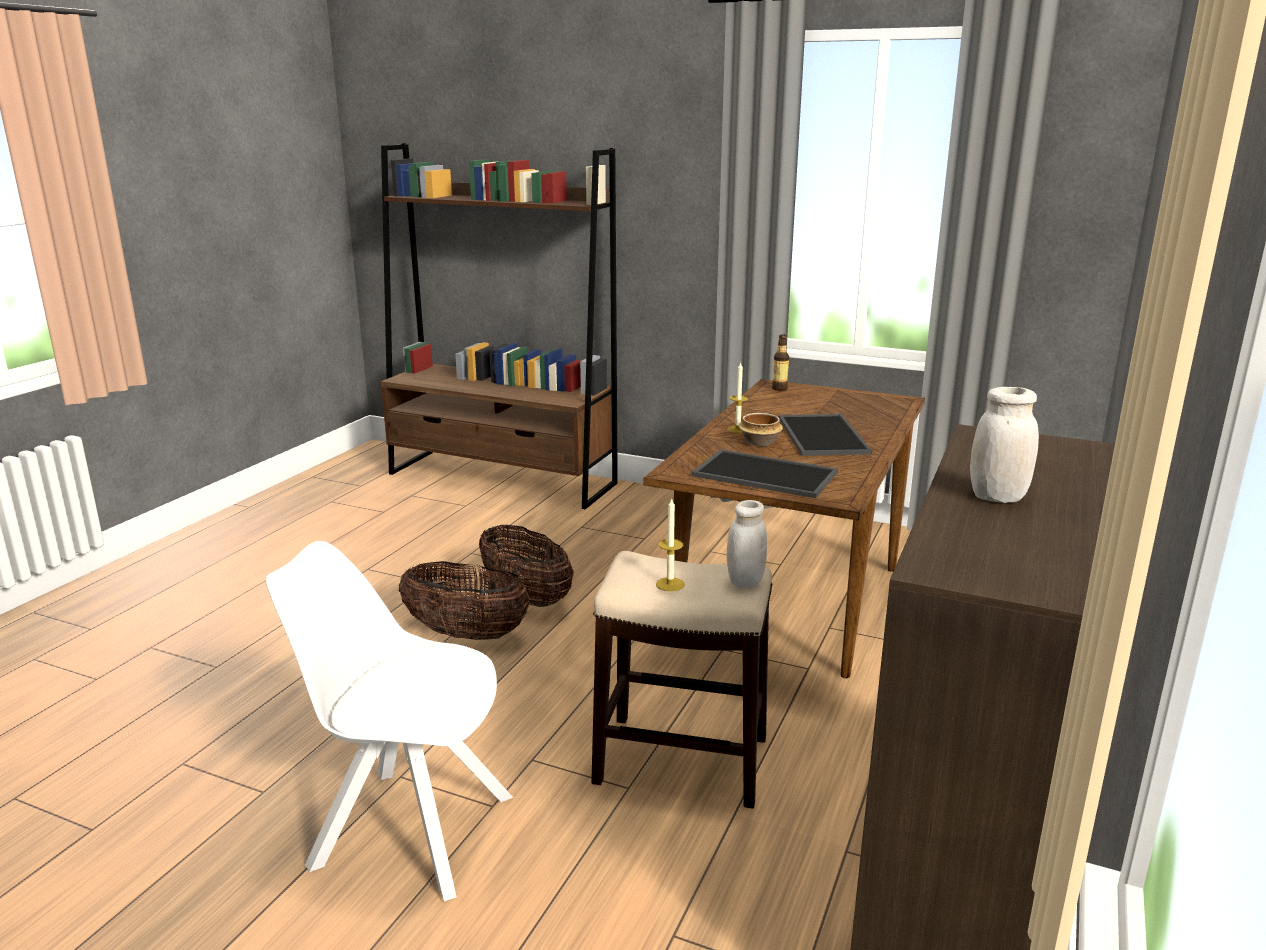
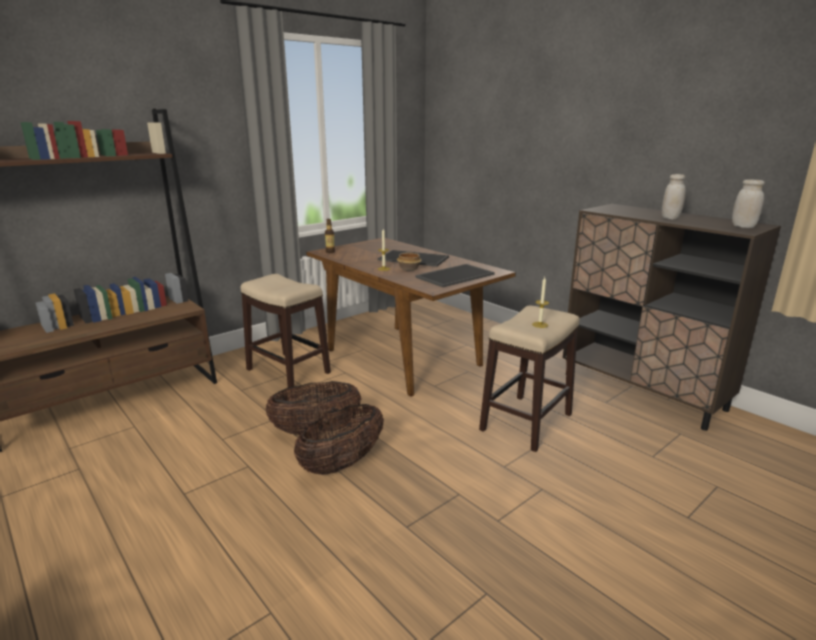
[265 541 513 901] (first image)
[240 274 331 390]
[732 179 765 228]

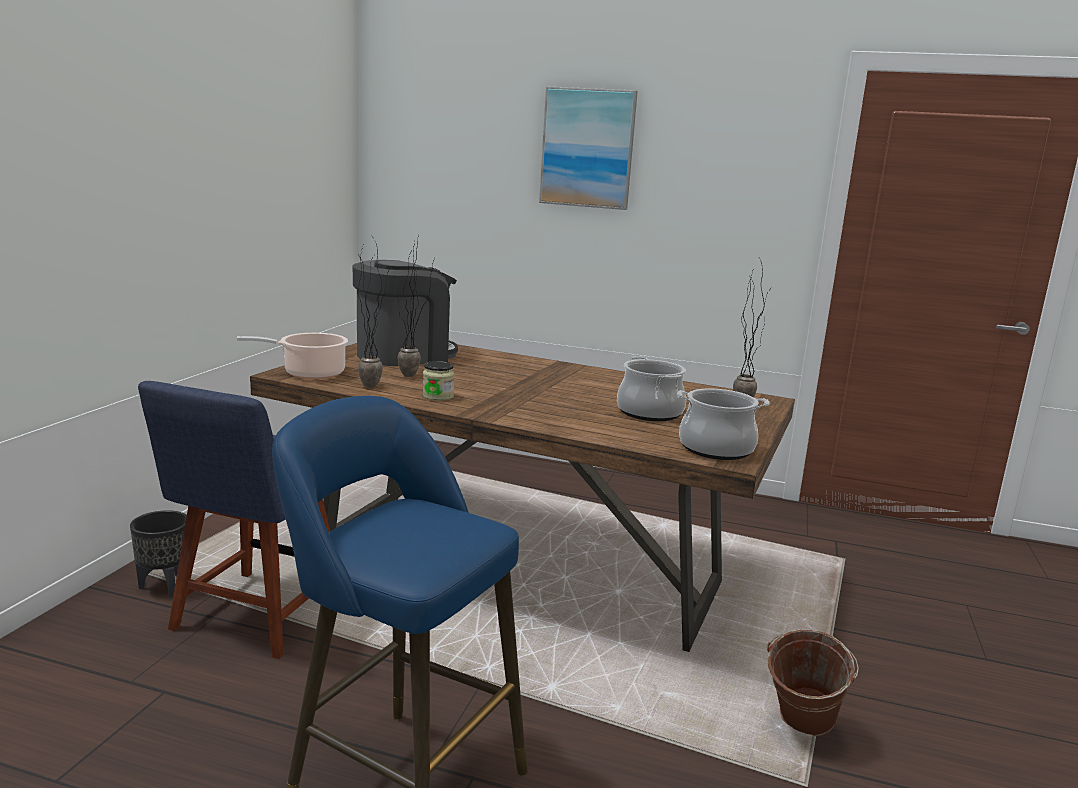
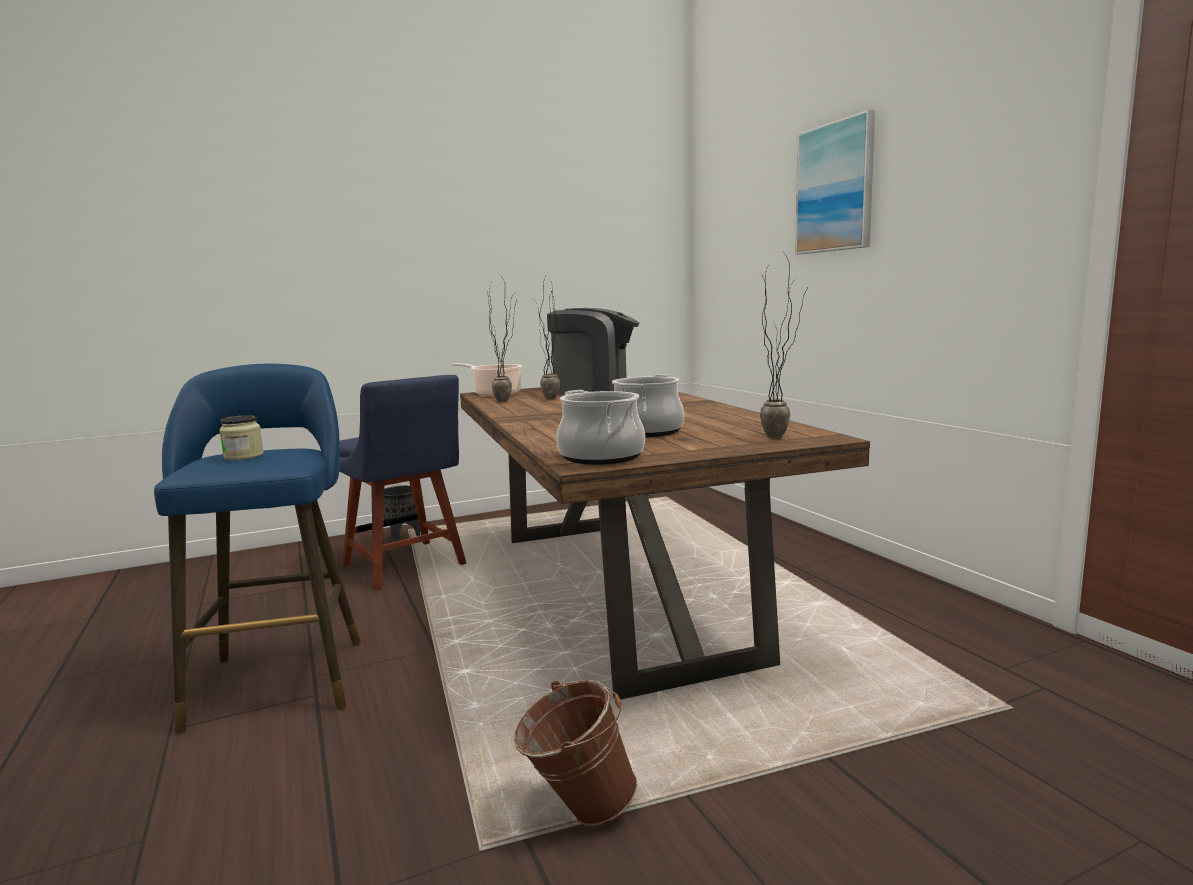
[219 415 264 460]
[339 375 467 591]

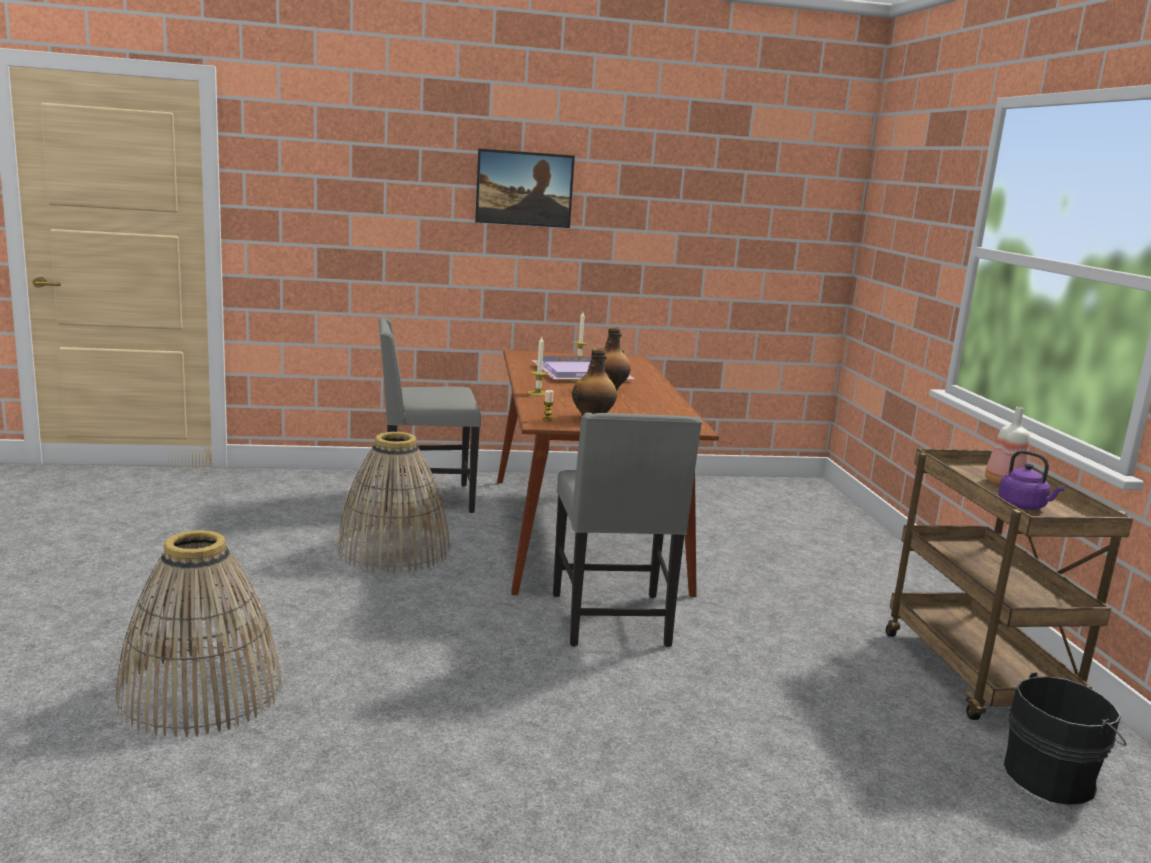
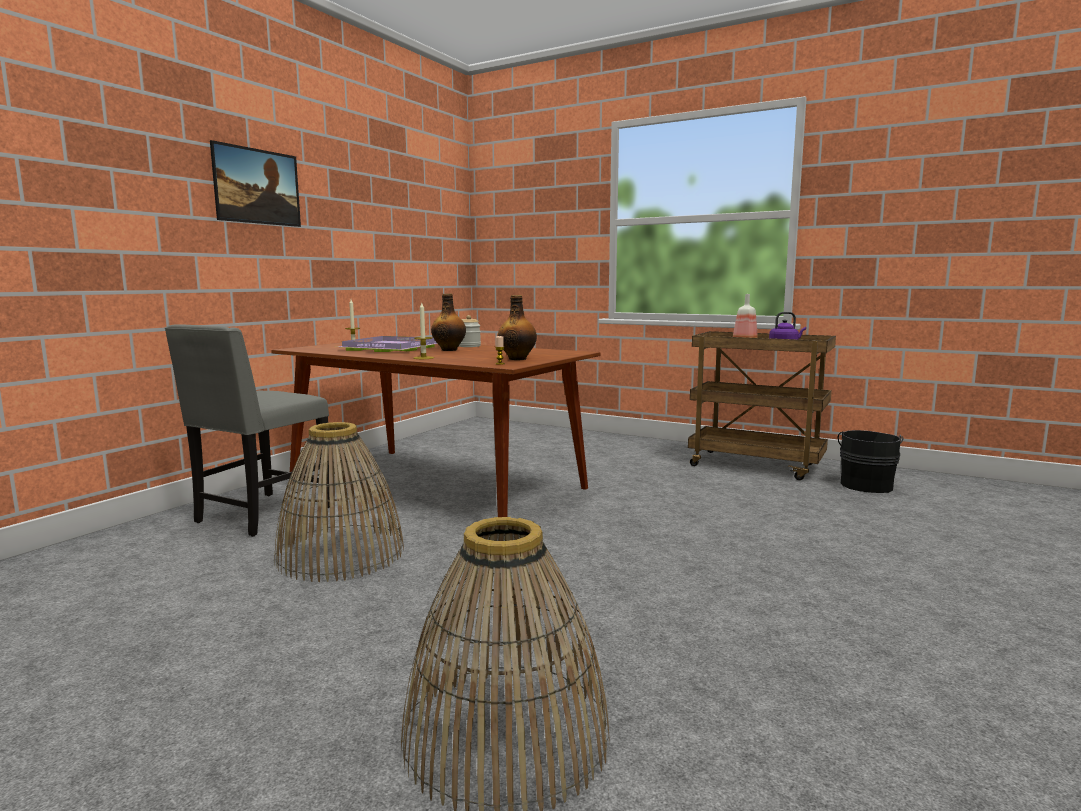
[553 412 702 647] (first image)
[459 315 481 347]

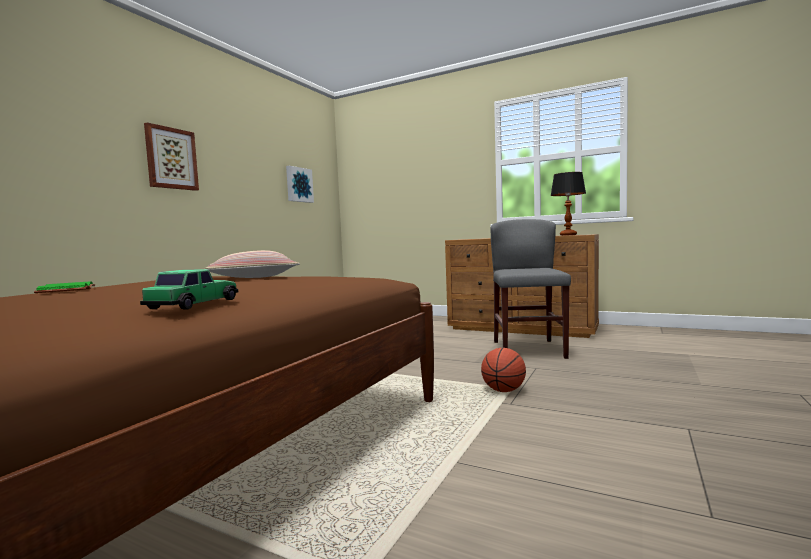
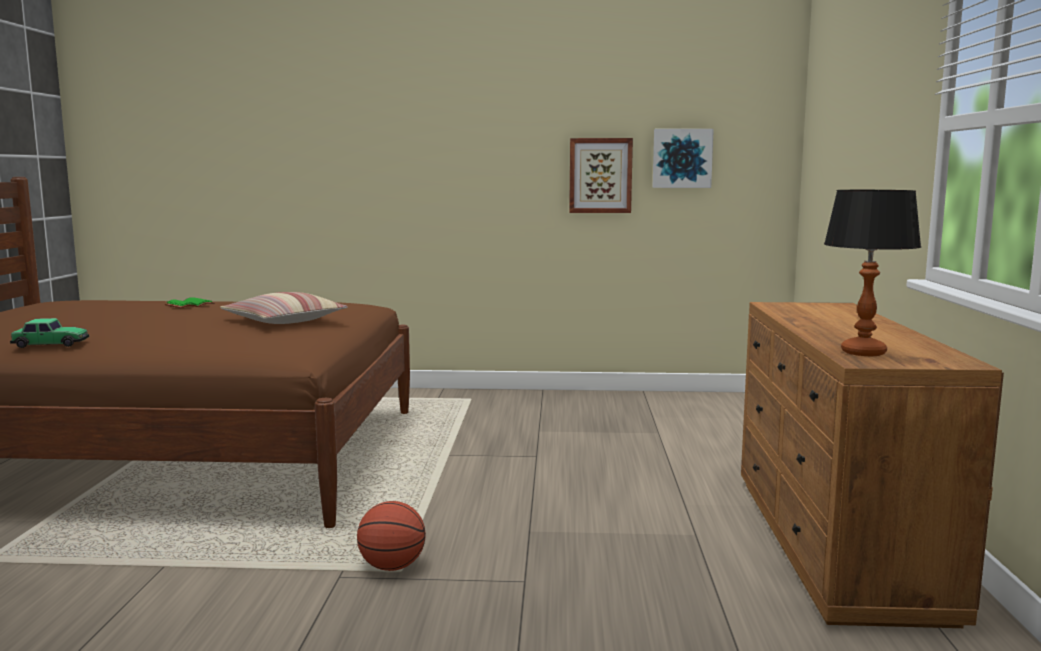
[491 219 571 359] (first image)
[569 138 633 213]

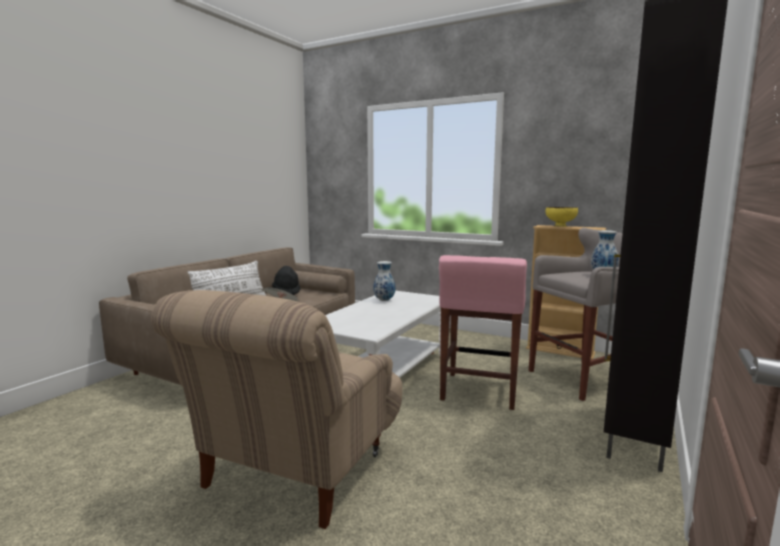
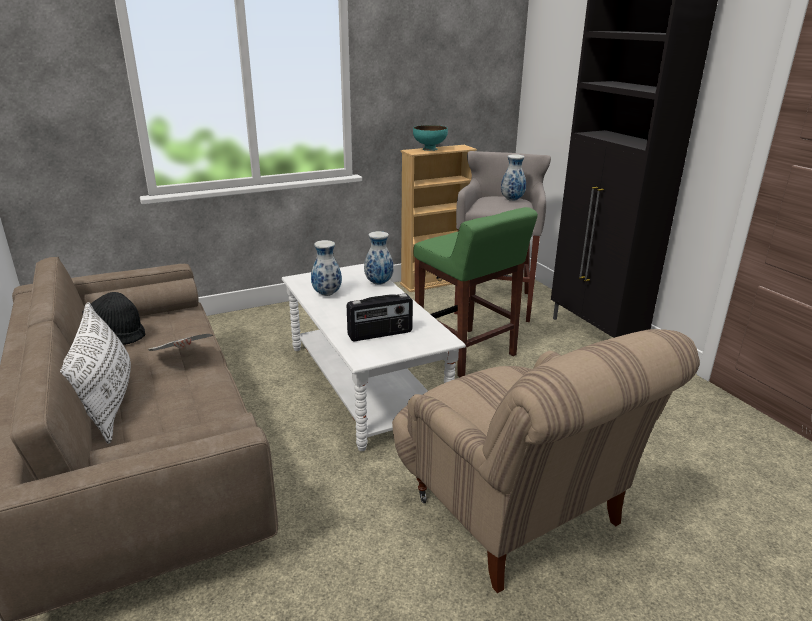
[347 293 413 341]
[364 231 394 285]
[414 207 538 377]
[413 125 448 151]

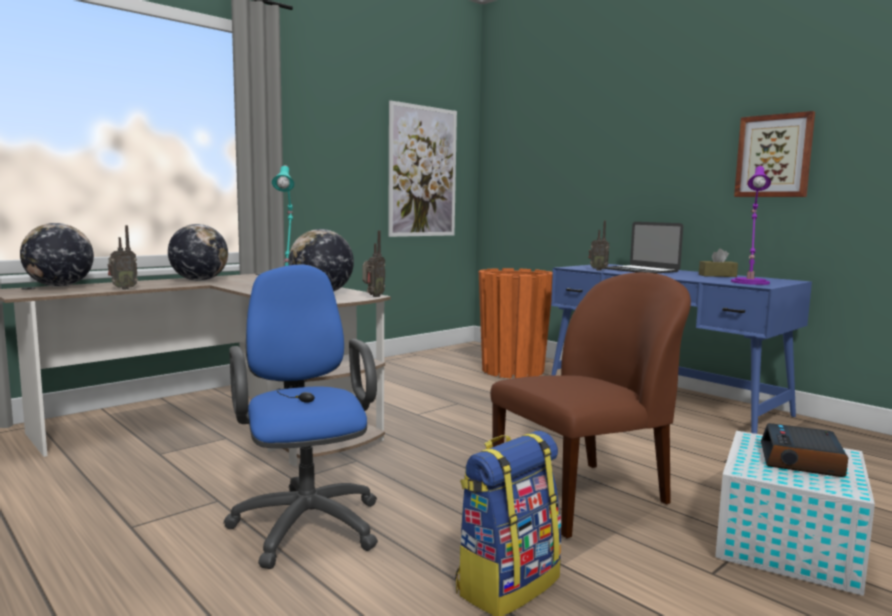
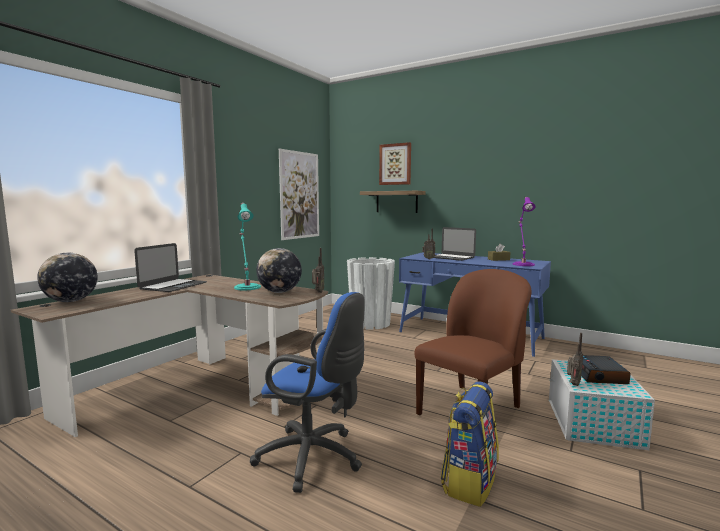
[360 191 426 213]
[567 333 583 386]
[379 142 411 185]
[134 243 207 292]
[347 257 395 330]
[250 292 365 493]

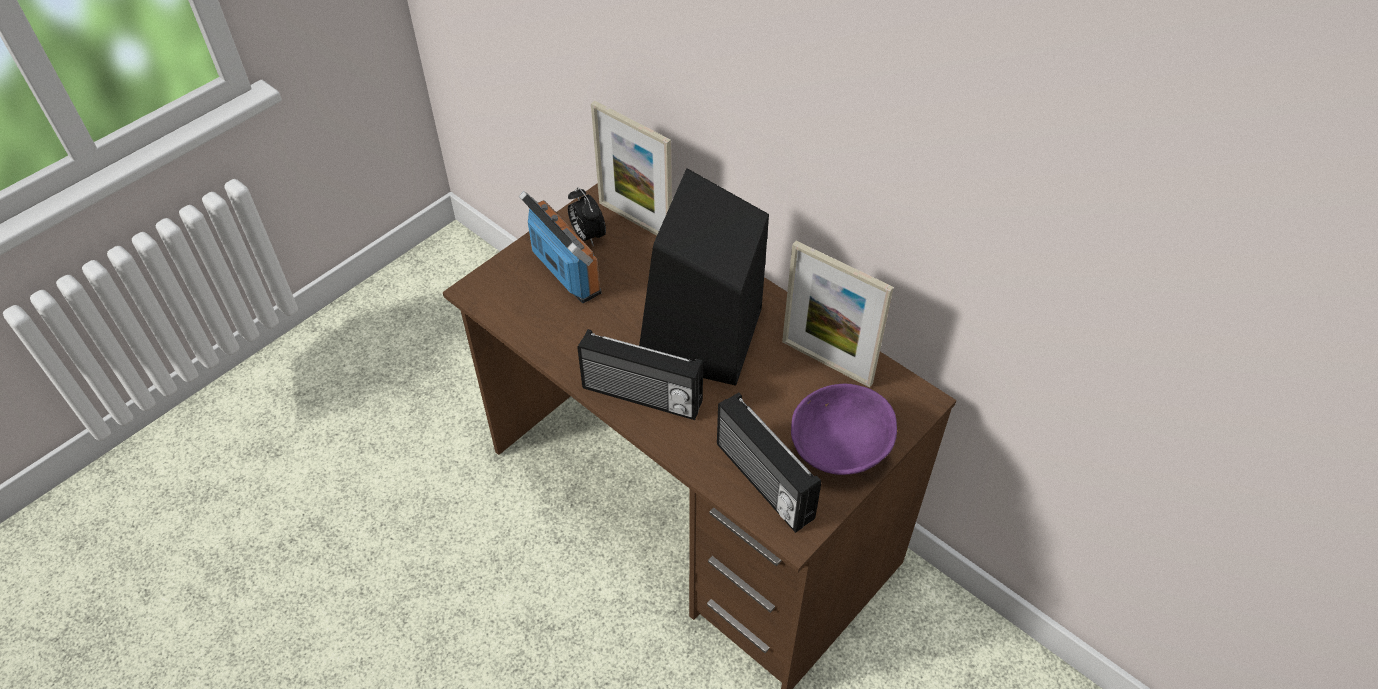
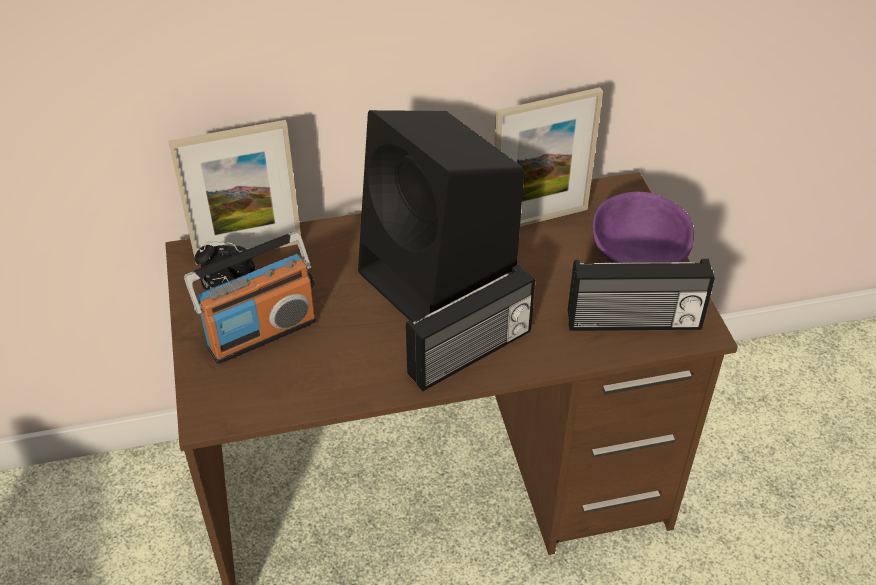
[184 232 317 364]

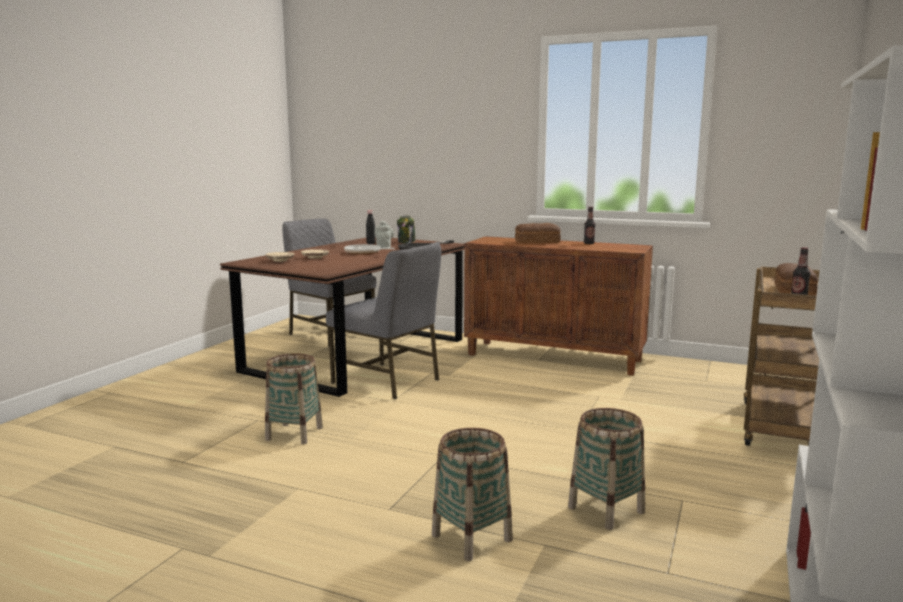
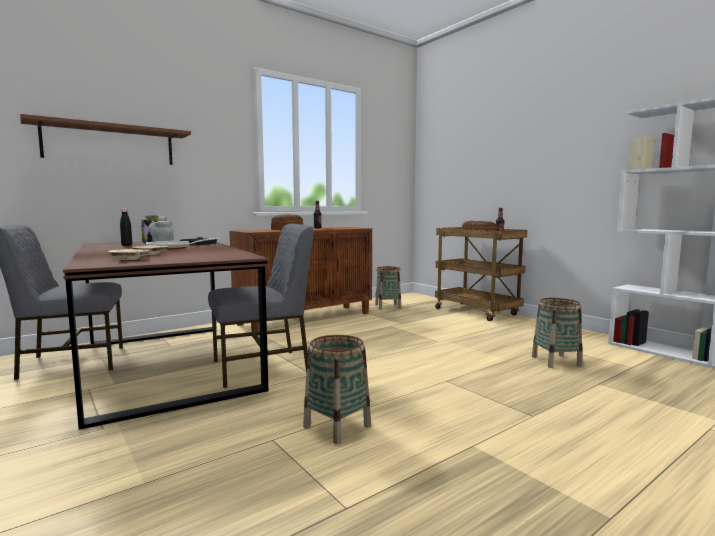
[20 114 191 165]
[375 266 401 310]

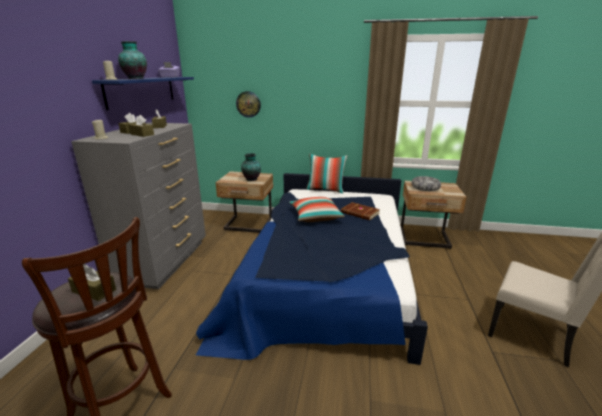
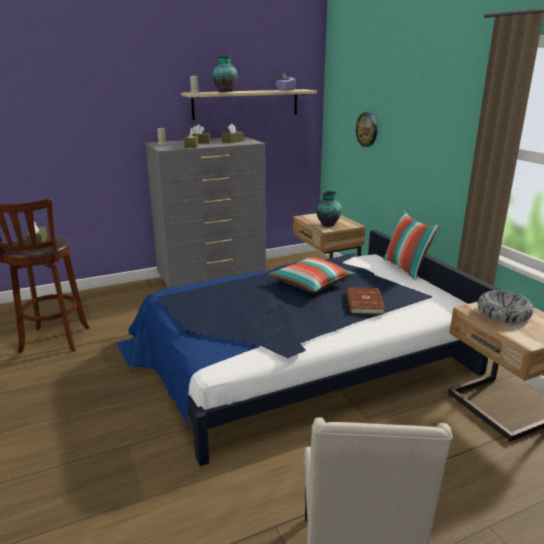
[181 89 317 120]

